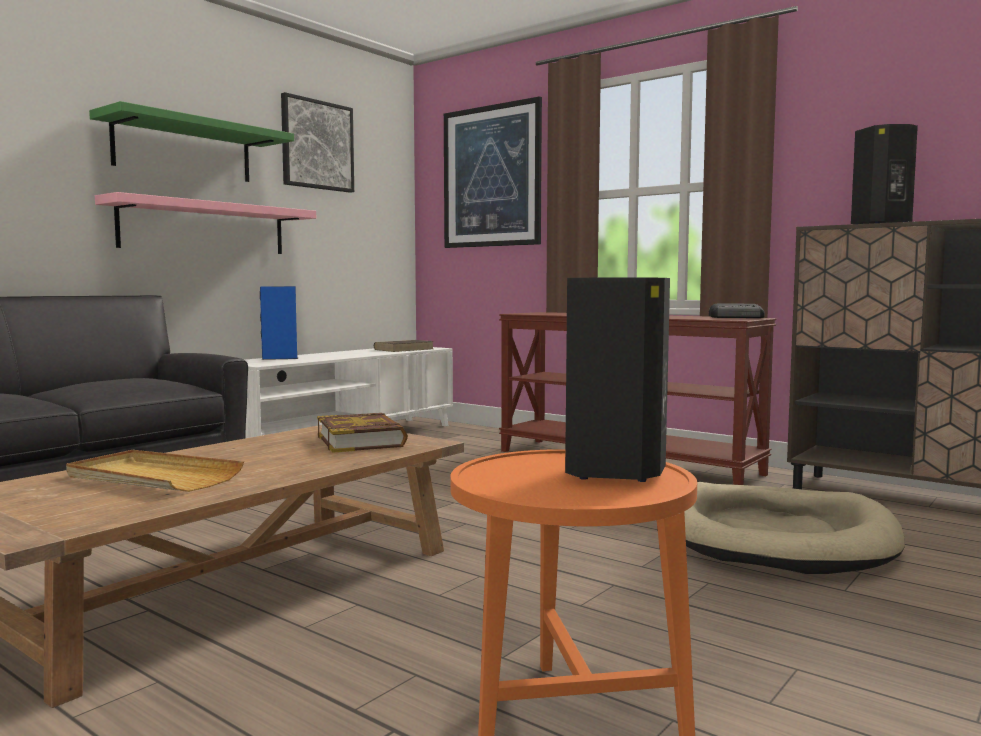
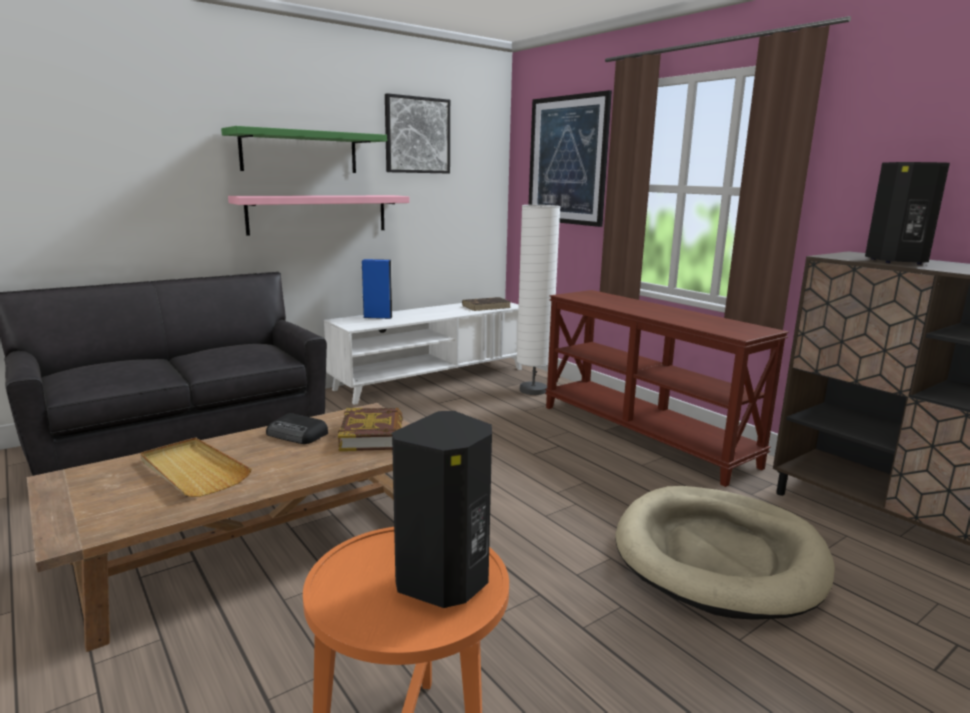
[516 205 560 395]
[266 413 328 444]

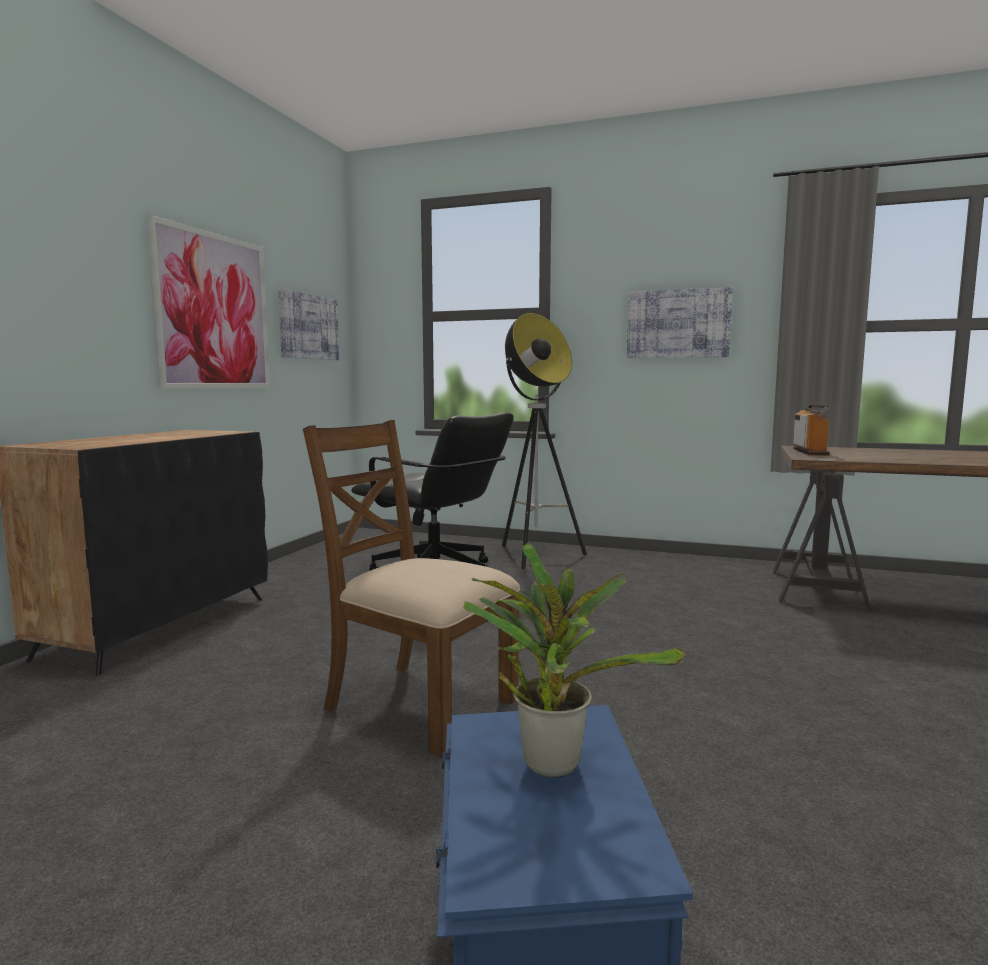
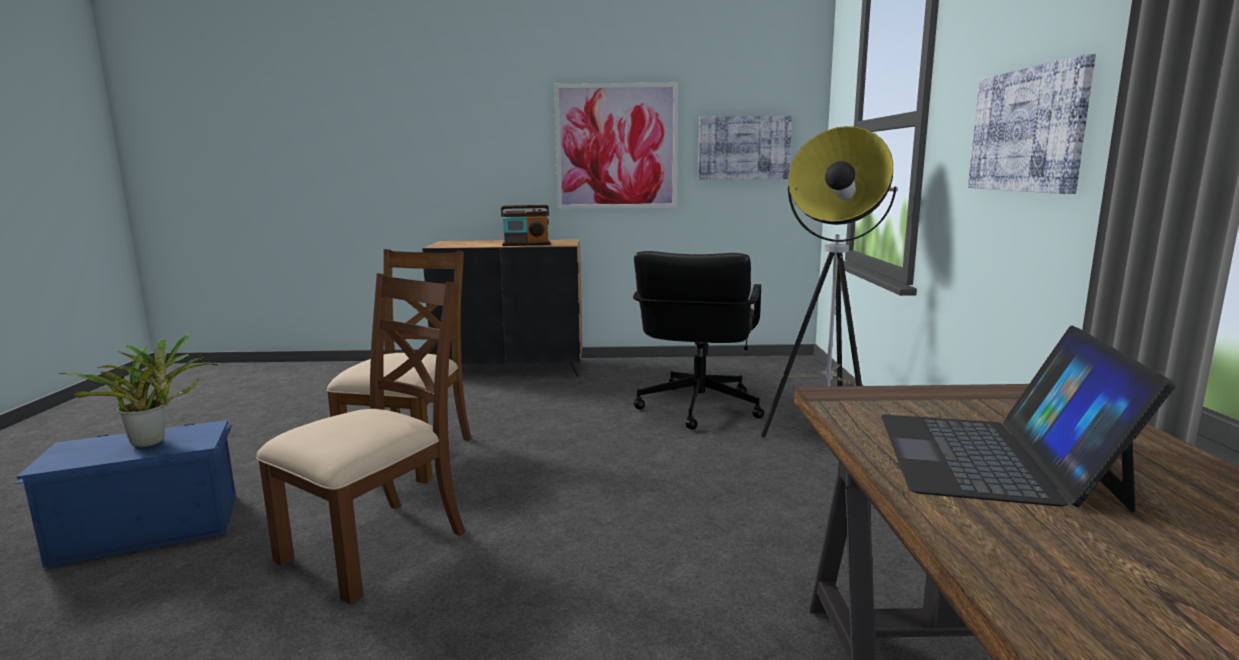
[256 273 465 604]
[881 325 1176 512]
[501 205 551 246]

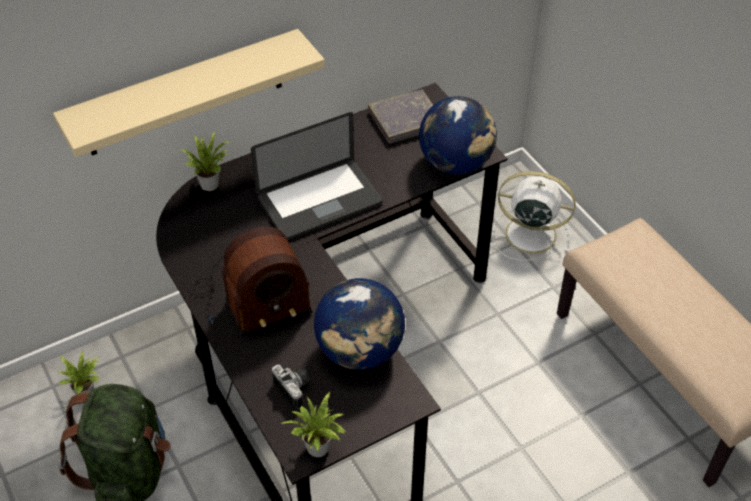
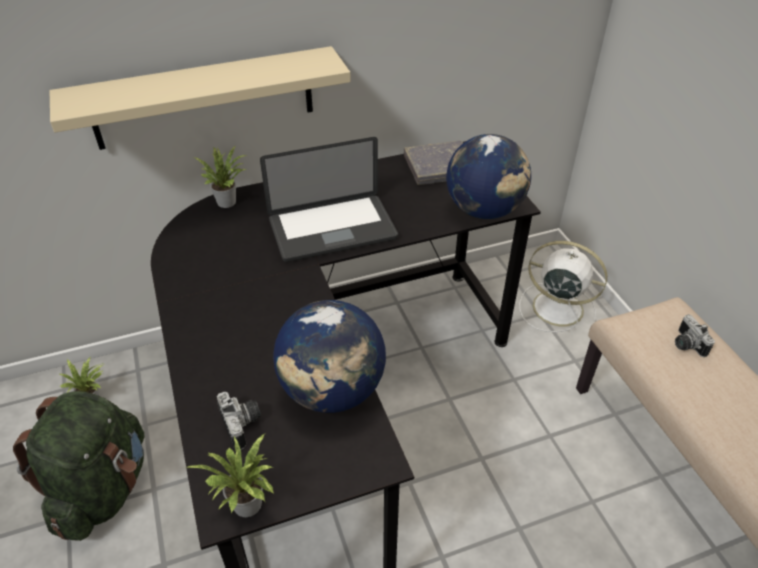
[190 227 312 337] (first image)
[675 314 715 357]

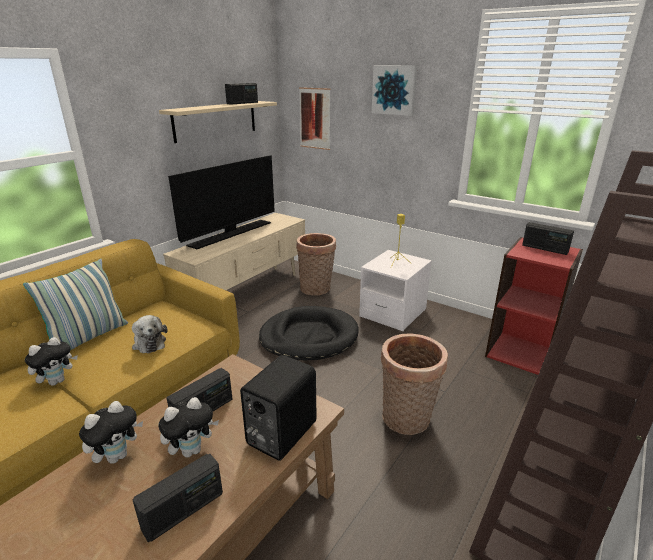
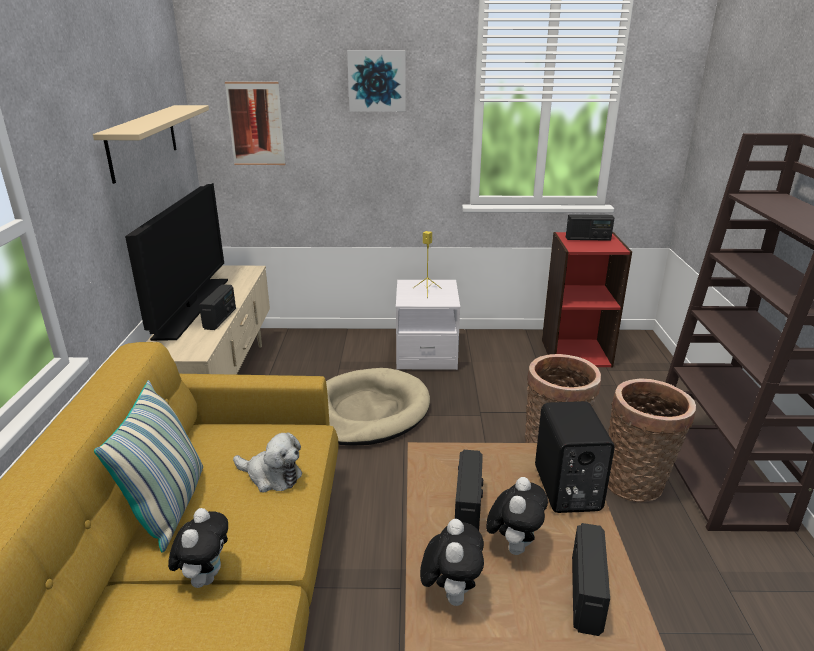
[199 284 236 330]
[608 379 696 502]
[326 368 430 446]

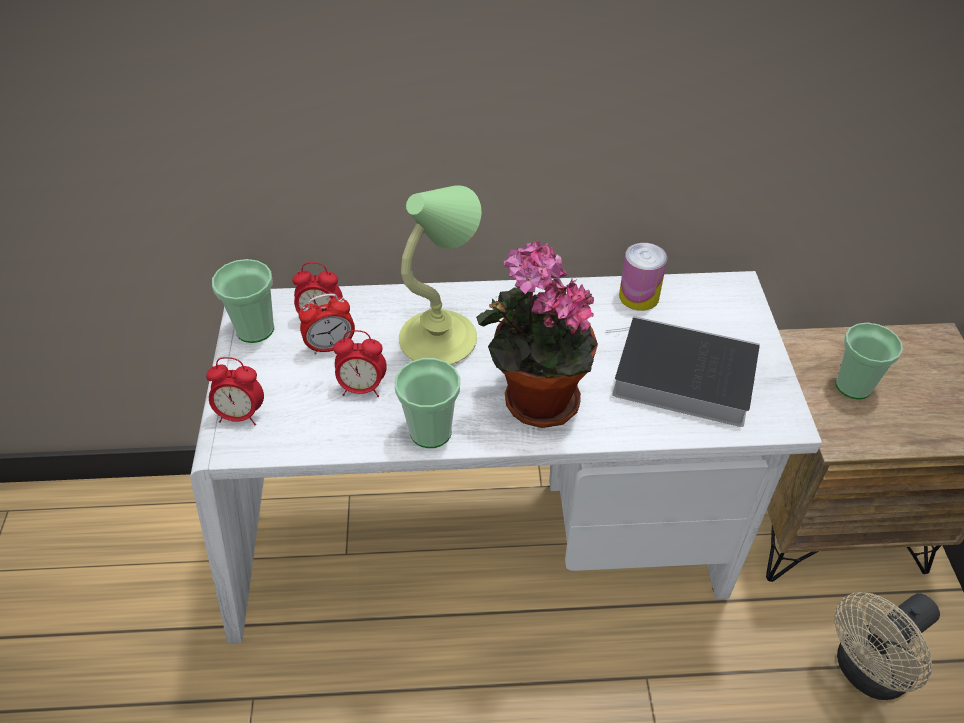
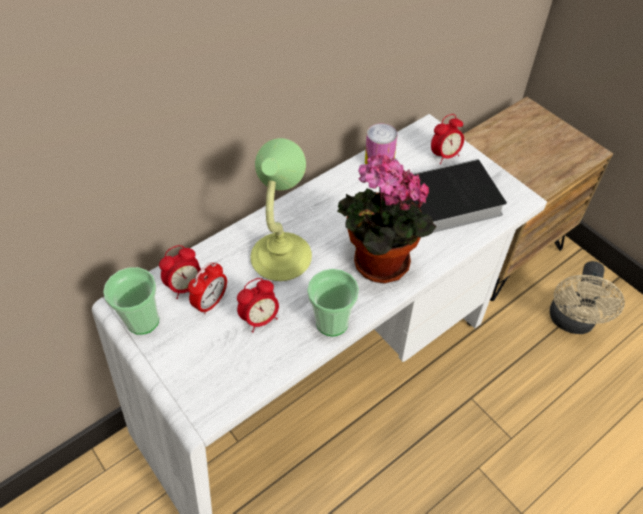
[836 323 903 399] (first image)
[431 114 464 164]

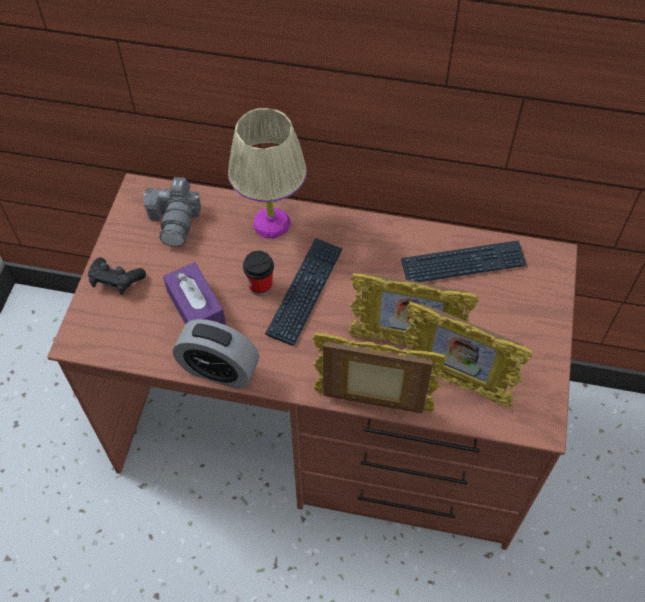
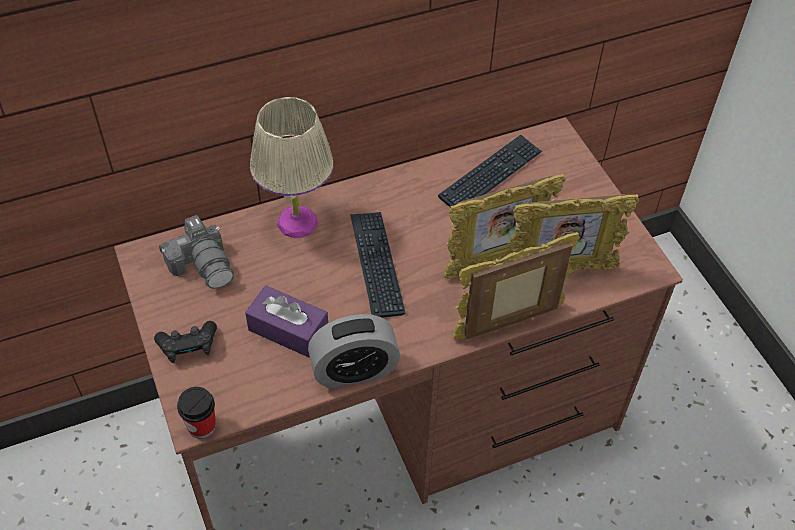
[177 387 216 439]

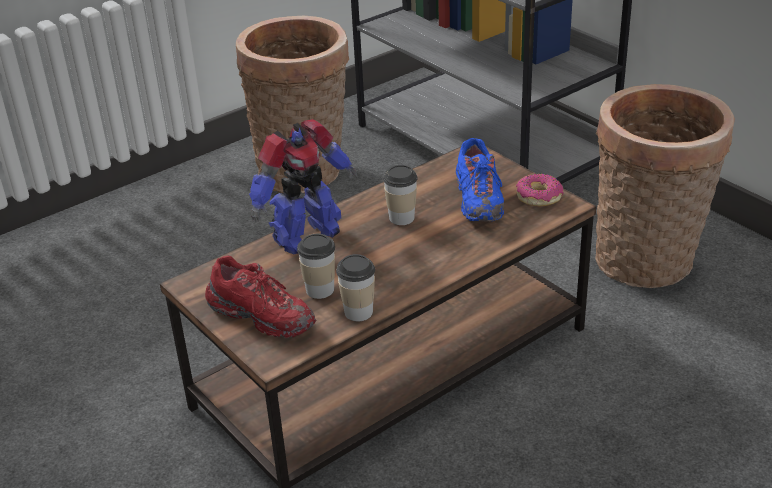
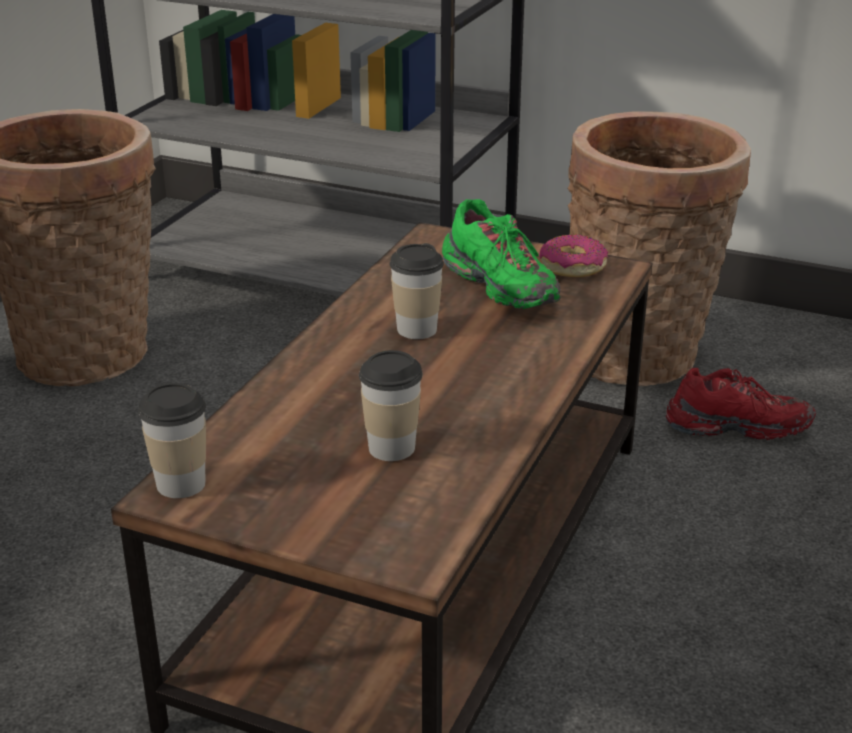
[249 119 358 254] (first image)
[666 368 816 440]
[138 383 206 498]
[442 199 561 309]

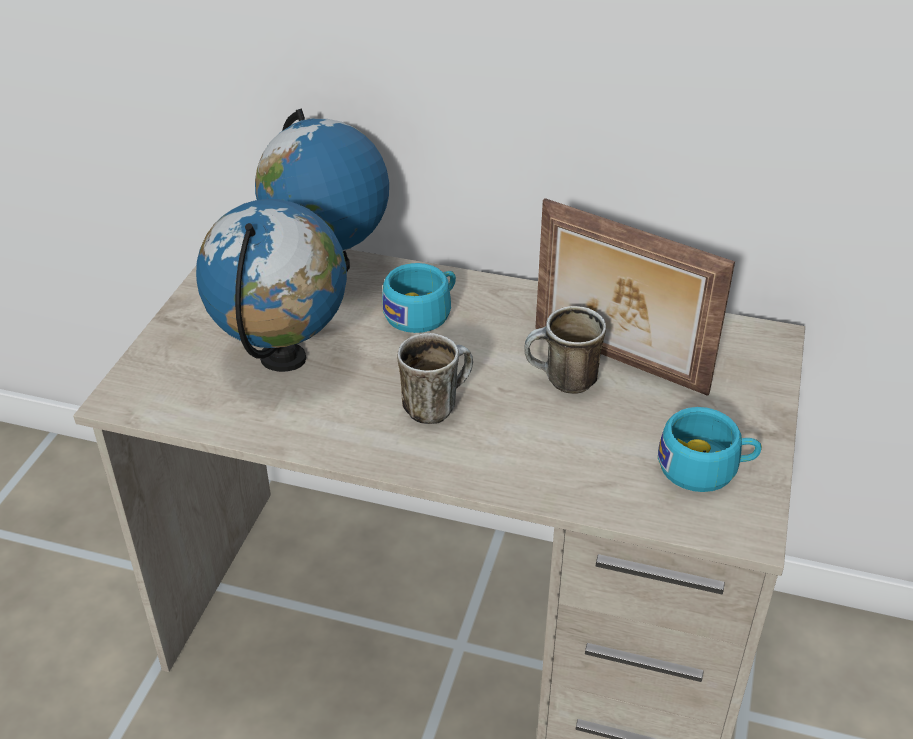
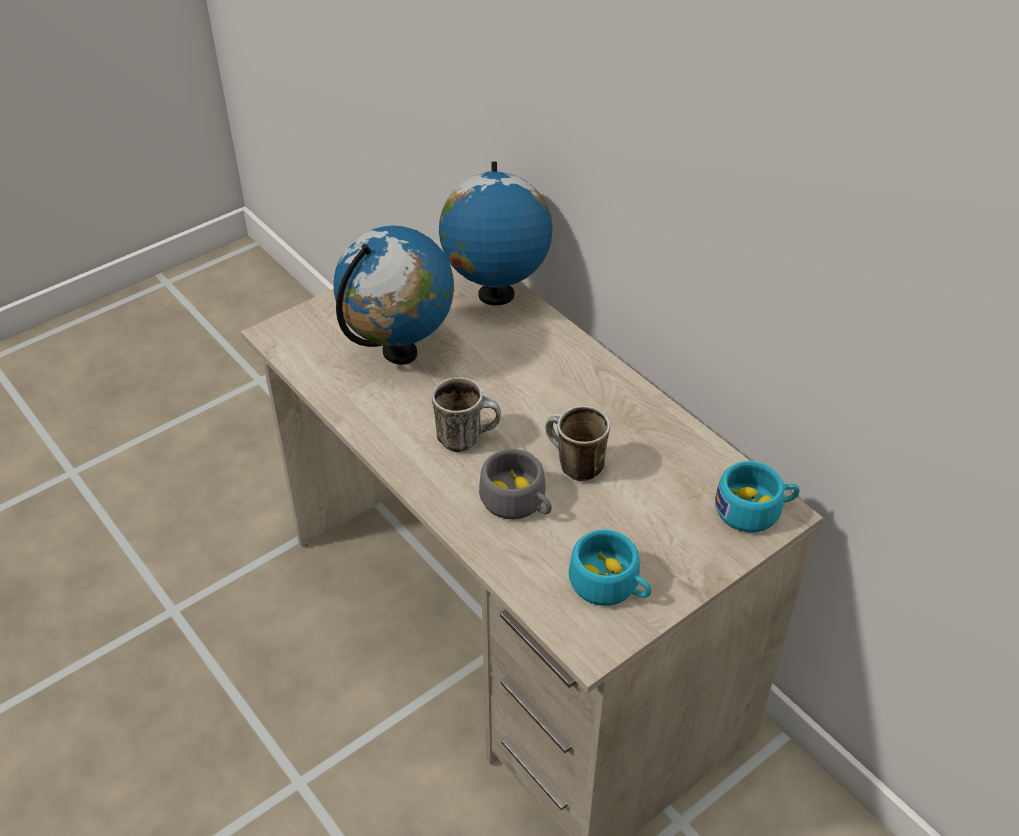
[535 198 735 396] (first image)
[479 449 552 519]
[715 461 800 532]

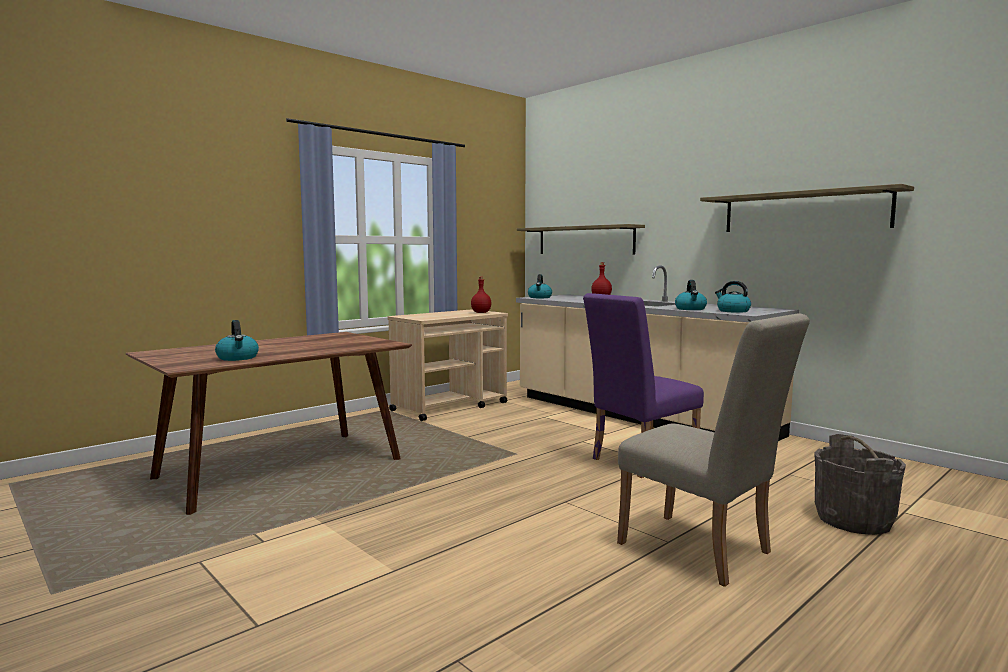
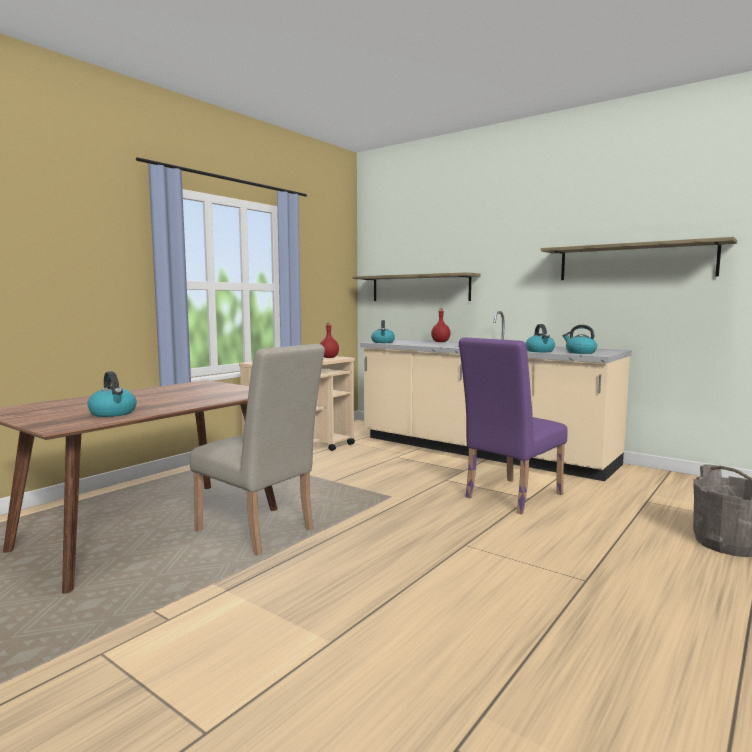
[190 344 325 555]

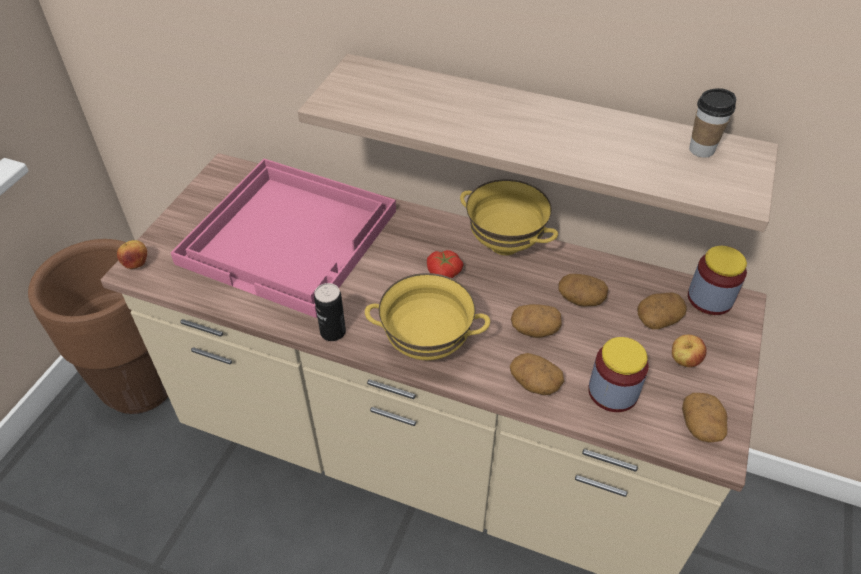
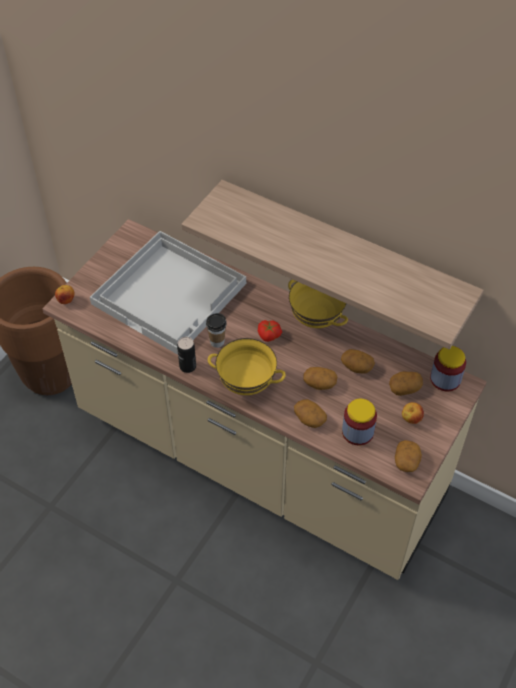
[206 313 227 348]
[90 231 246 355]

